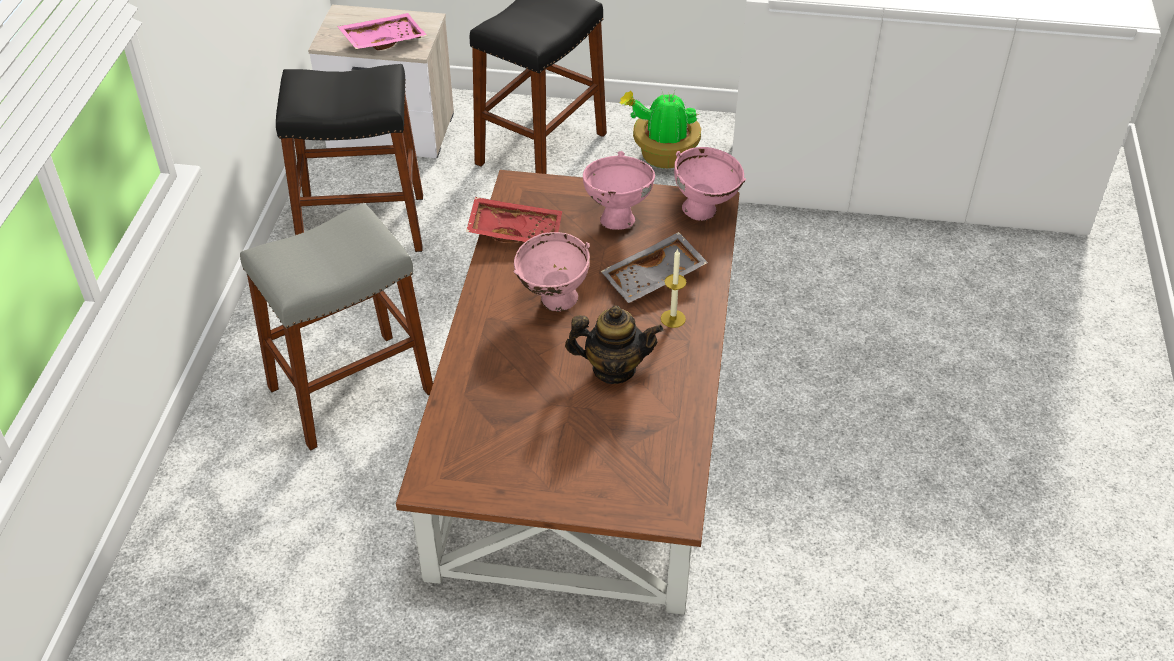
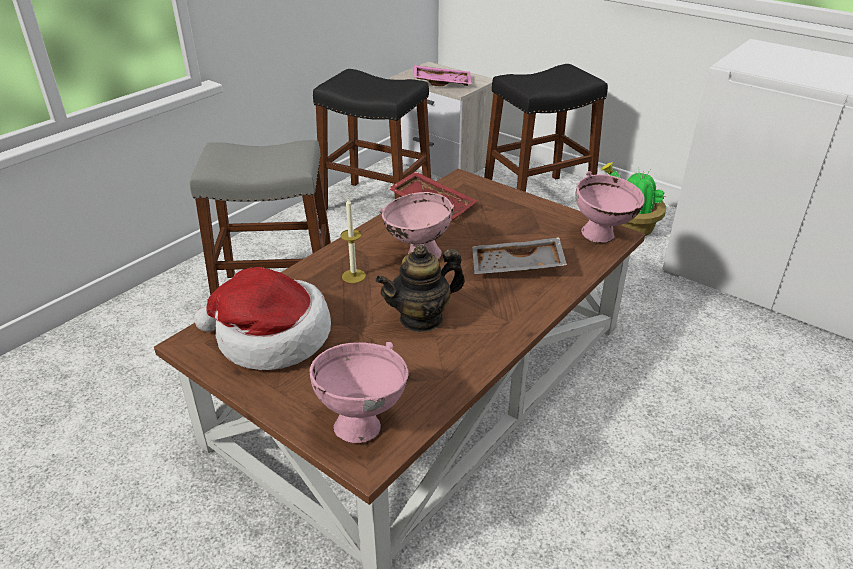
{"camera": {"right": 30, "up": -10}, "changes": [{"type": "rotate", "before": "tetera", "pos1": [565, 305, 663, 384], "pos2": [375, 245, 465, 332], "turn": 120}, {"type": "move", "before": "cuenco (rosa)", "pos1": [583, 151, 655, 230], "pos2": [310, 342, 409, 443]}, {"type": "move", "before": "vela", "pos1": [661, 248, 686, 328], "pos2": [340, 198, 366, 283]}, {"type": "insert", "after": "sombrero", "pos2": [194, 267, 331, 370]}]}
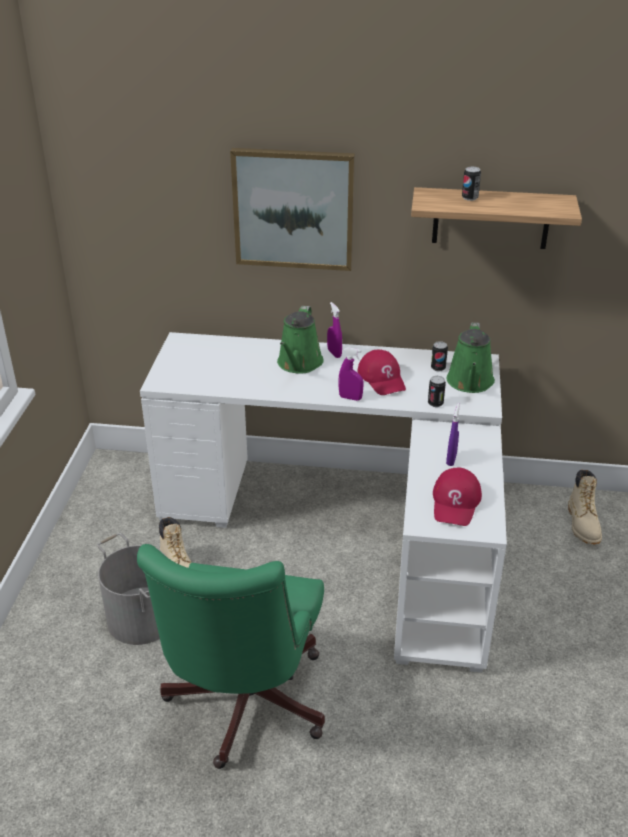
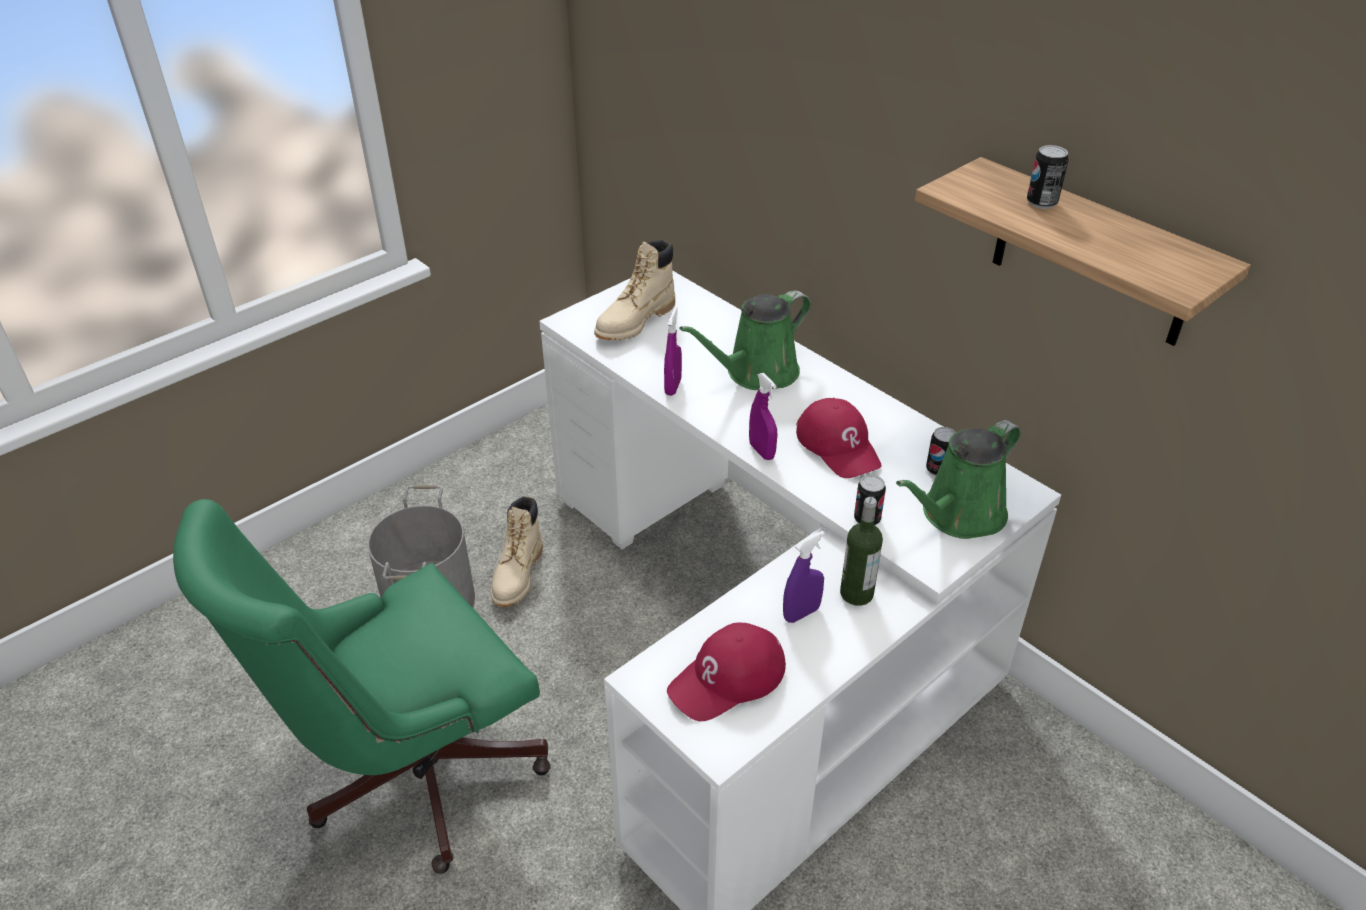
{"camera": {"right": 40, "up": 5}, "changes": [{"type": "delete", "before": "cuadro", "pos1": [230, 148, 355, 271]}, {"type": "move", "before": "pulverizador (morado)", "pos1": [327, 302, 342, 358], "pos2": [664, 307, 682, 396]}, {"type": "rotate", "before": "gorra (rojo)", "pos1": [357, 350, 406, 395], "pos2": [796, 398, 882, 478], "turn": -45}, {"type": "move", "before": "bota (beis)", "pos1": [568, 470, 602, 545], "pos2": [594, 240, 675, 341]}, {"type": "insert", "after": "botella", "pos2": [840, 497, 883, 606]}]}
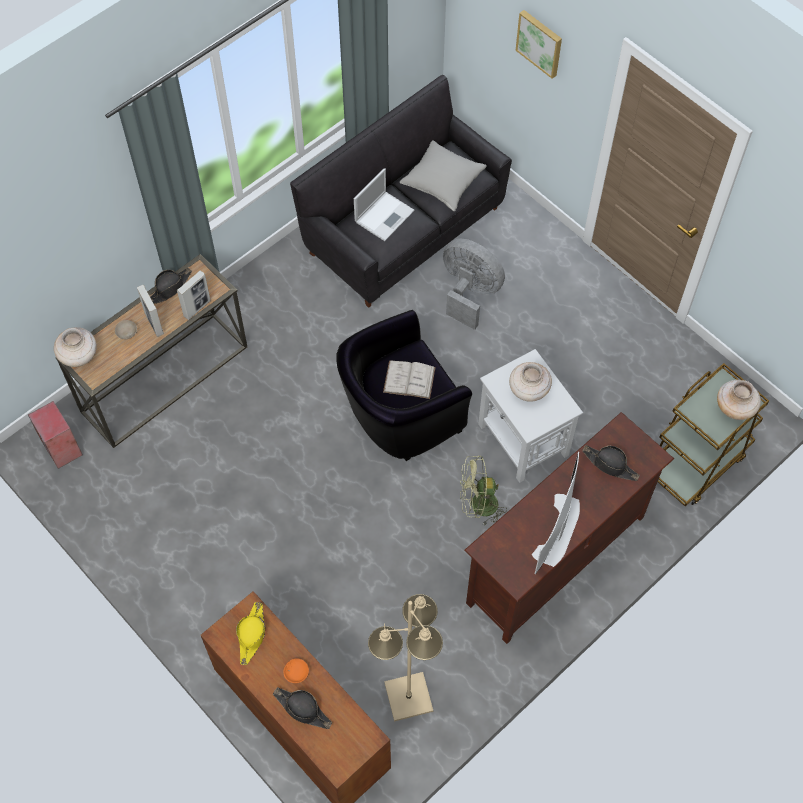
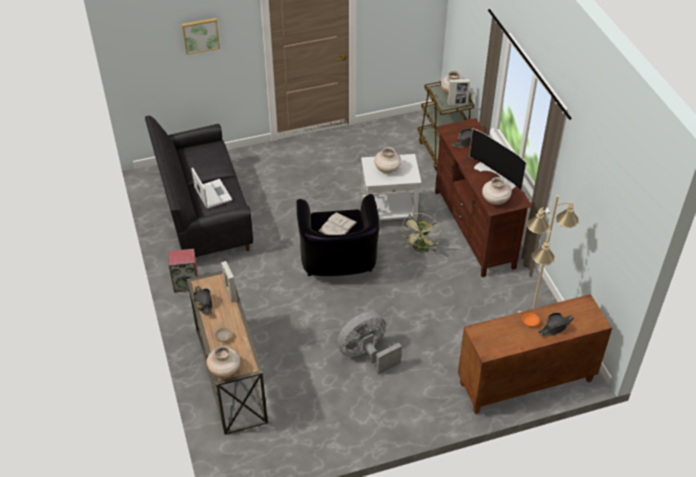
{"camera": {"right": -65, "up": -15}, "changes": [{"type": "move", "before": "altavoz", "pos1": [28, 401, 83, 469], "pos2": [168, 249, 199, 293]}, {"type": "move", "before": "portarretratos", "pos1": [137, 285, 164, 337], "pos2": [447, 79, 470, 106]}, {"type": "delete", "before": "sombrero (amarillo)", "pos1": [236, 602, 265, 665]}, {"type": "delete", "before": "cojín (gris)", "pos1": [399, 140, 487, 211]}, {"type": "move", "before": "ventilador (gris)", "pos1": [443, 239, 505, 330], "pos2": [337, 312, 402, 375]}, {"type": "insert", "after": "florero (beis)", "pos2": [482, 177, 512, 205]}]}
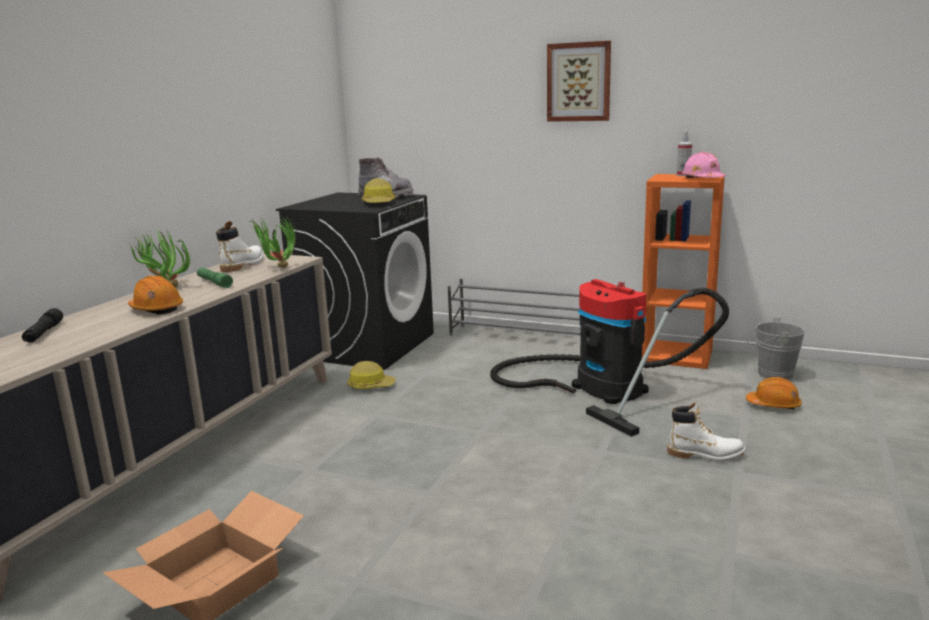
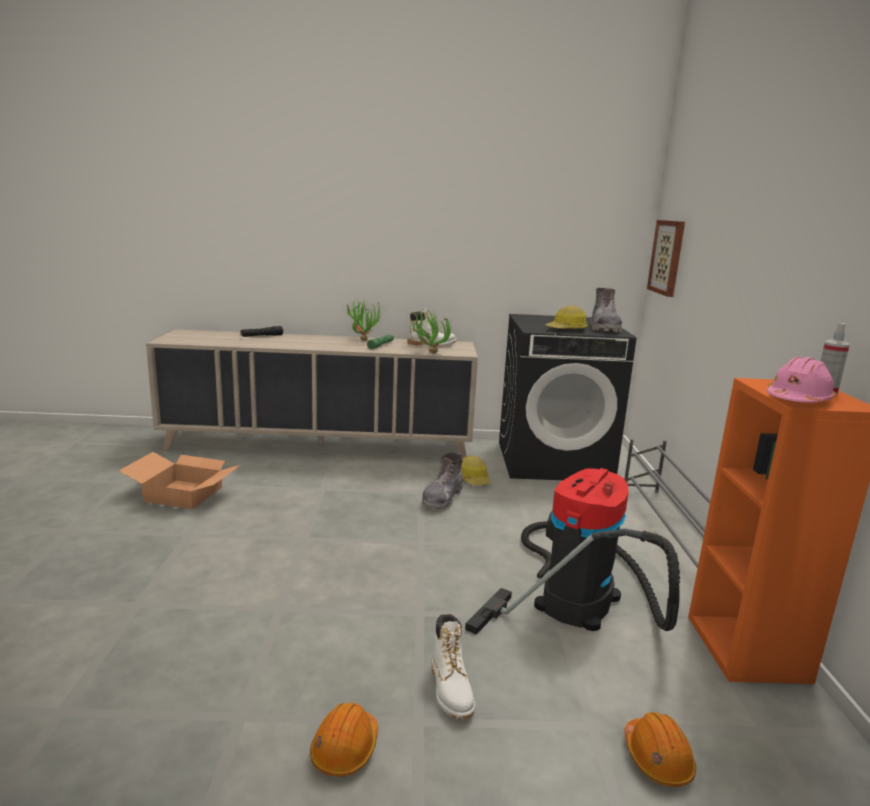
{"camera": {"right": 65, "up": 0}, "changes": [{"type": "move", "before": "casco (naranja)", "pos1": [128, 276, 183, 315], "pos2": [310, 703, 378, 777]}, {"type": "move", "before": "cuadro", "pos1": [547, 41, 611, 122], "pos2": [647, 220, 685, 297]}, {"type": "delete", "before": "cubo (gris)", "pos1": [746, 317, 805, 380]}, {"type": "insert", "after": "bota (gris)", "pos2": [422, 452, 463, 511]}]}
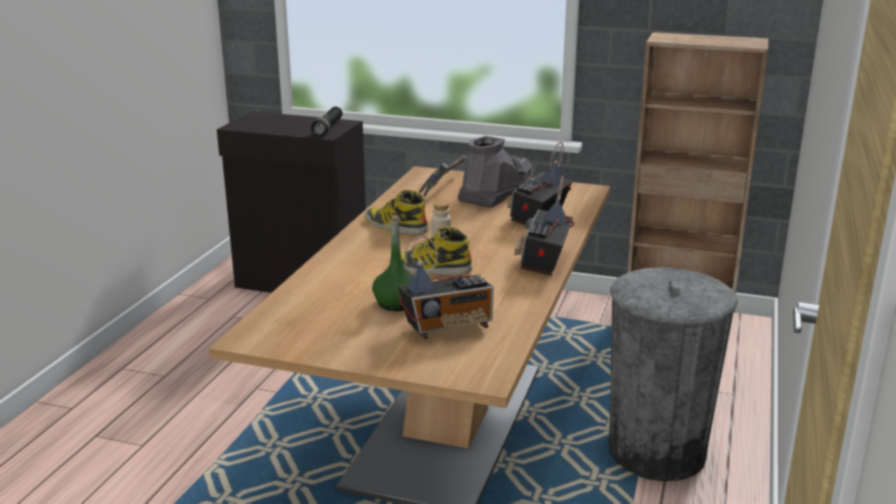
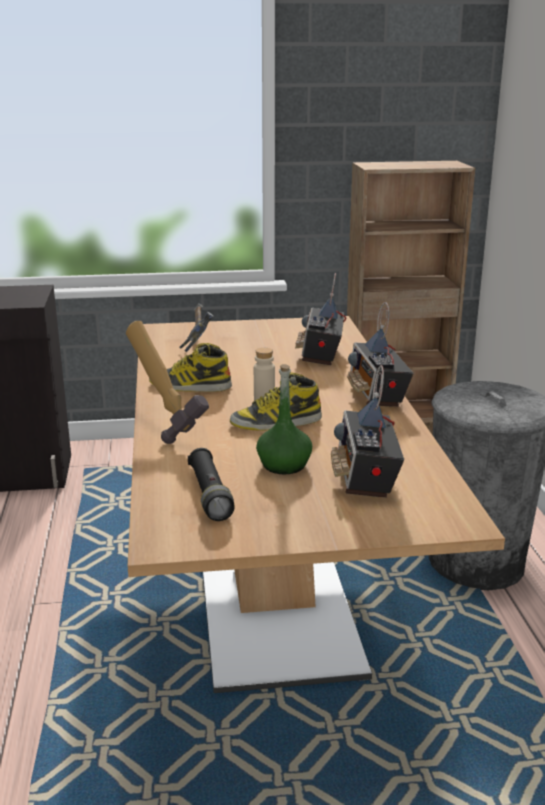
{"camera": {"right": -25, "up": 0}, "changes": [{"type": "move", "before": "linterna (negro)", "pos1": [311, 107, 343, 136], "pos2": [188, 448, 235, 521]}, {"type": "rotate", "before": "radio", "pos1": [398, 236, 494, 339], "pos2": [331, 365, 404, 498], "turn": 135}, {"type": "delete", "before": "bota (gris)", "pos1": [458, 136, 535, 208]}, {"type": "insert", "after": "martillo", "pos2": [126, 321, 209, 444]}]}
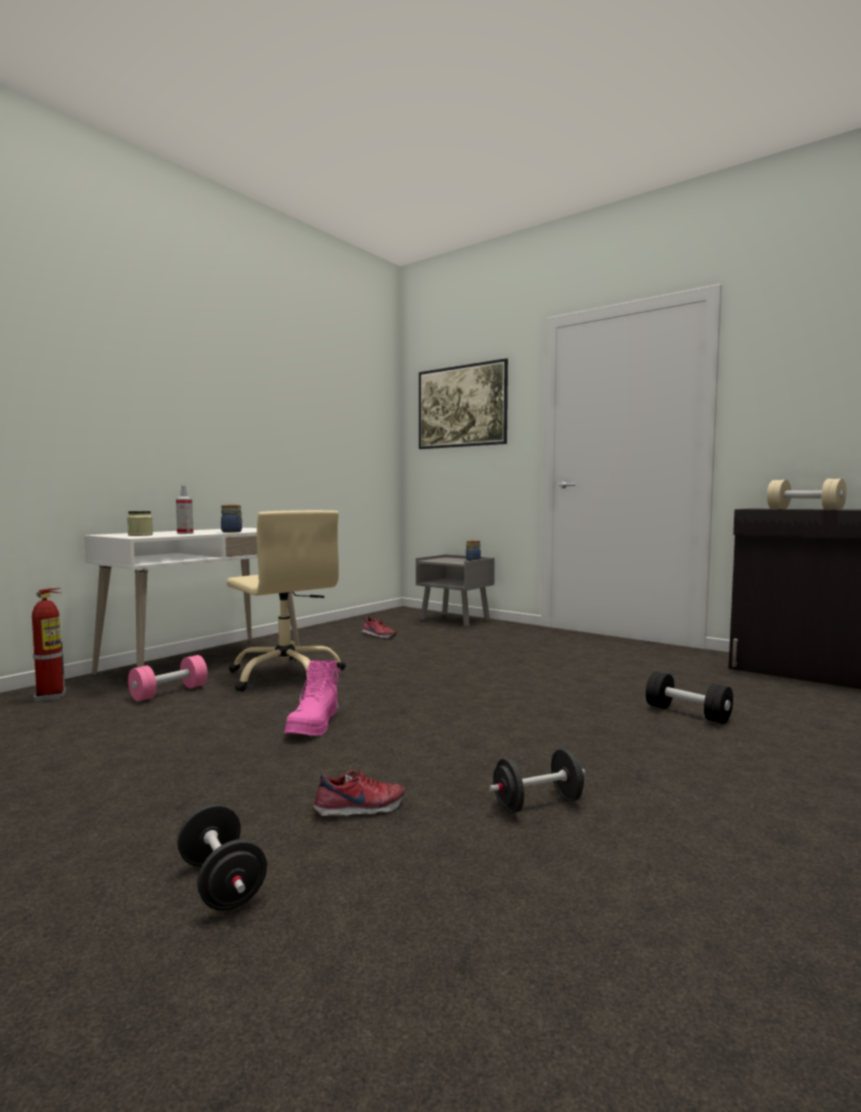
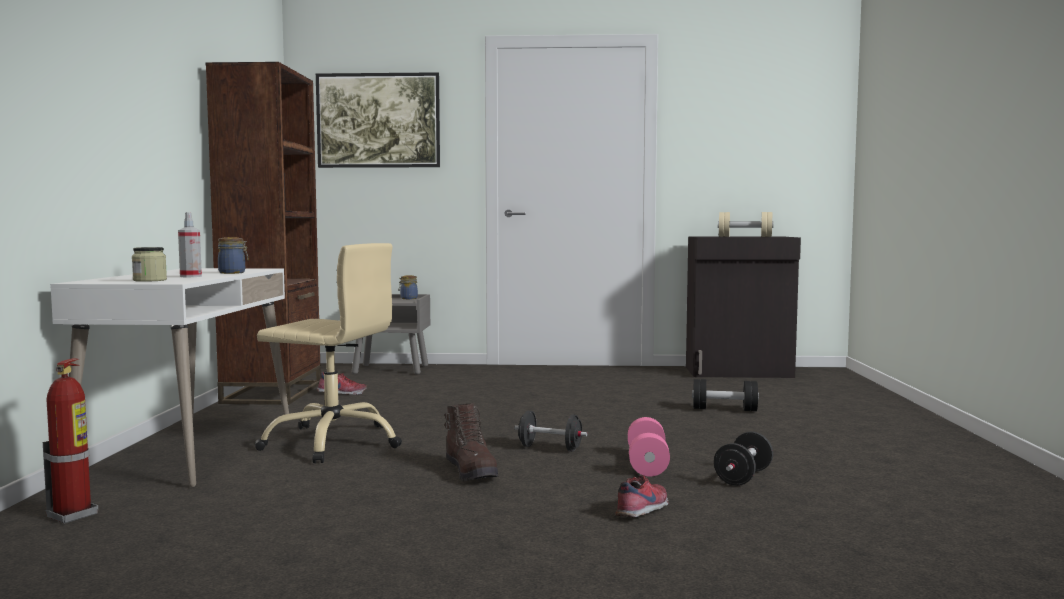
{"camera": {"right": -35, "up": 0}, "changes": [{"type": "move", "before": "mancuerna (rosa)", "pos1": [128, 655, 208, 701], "pos2": [628, 417, 670, 477]}, {"type": "move", "before": "mancuerna (negro)", "pos1": [177, 804, 267, 911], "pos2": [514, 411, 587, 451]}, {"type": "recolor", "before": "bota (rosa)", "after": "bota (marrón)", "pos1": [284, 660, 341, 736], "pos2": [445, 403, 499, 481]}, {"type": "insert", "after": "estantería (marrón)", "pos2": [205, 62, 321, 405]}]}
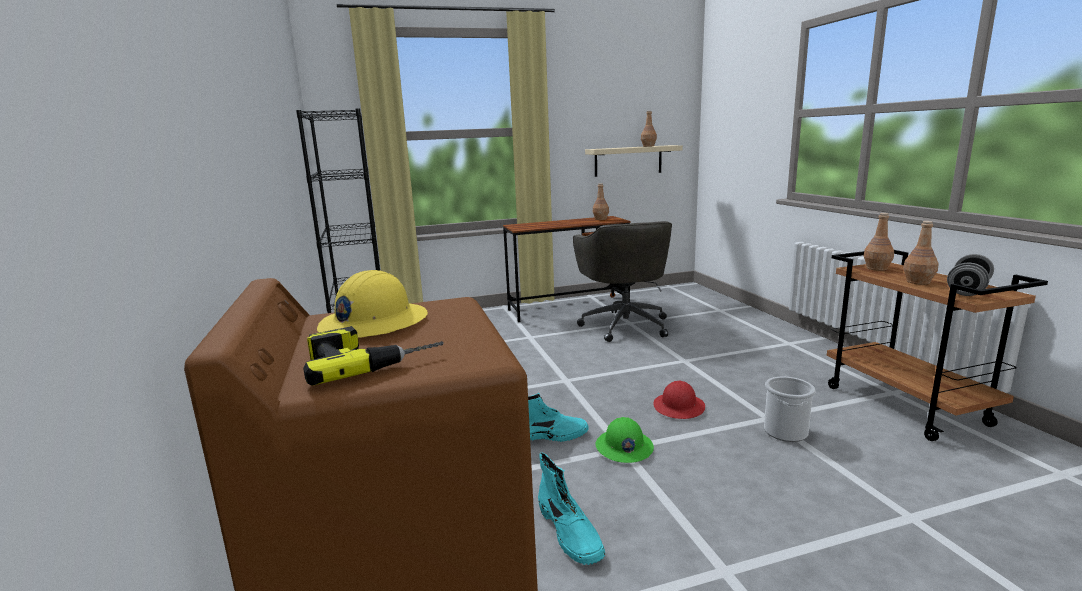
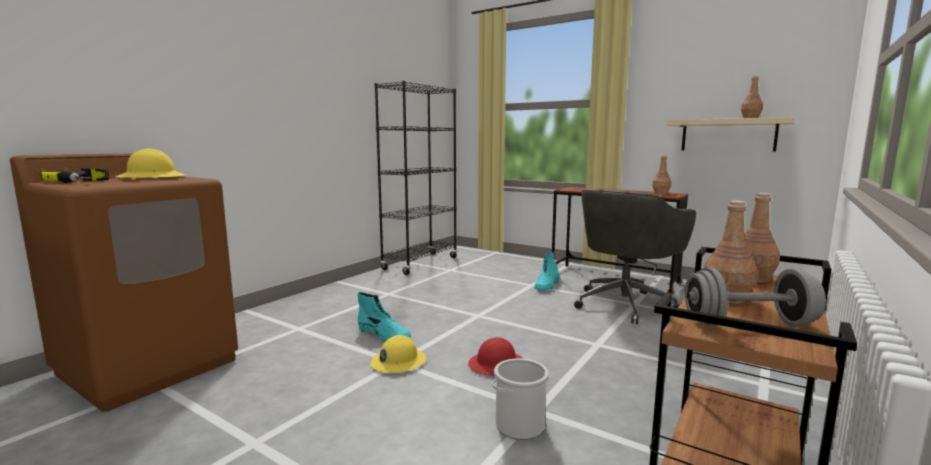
{"camera": {"right": 50, "up": -5}, "changes": [{"type": "move", "before": "bota (turquesa)", "pos1": [538, 453, 605, 565], "pos2": [534, 252, 560, 290]}, {"type": "recolor", "before": "casco (verde)", "after": "casco (amarillo)", "pos1": [595, 417, 654, 463], "pos2": [370, 335, 426, 373]}]}
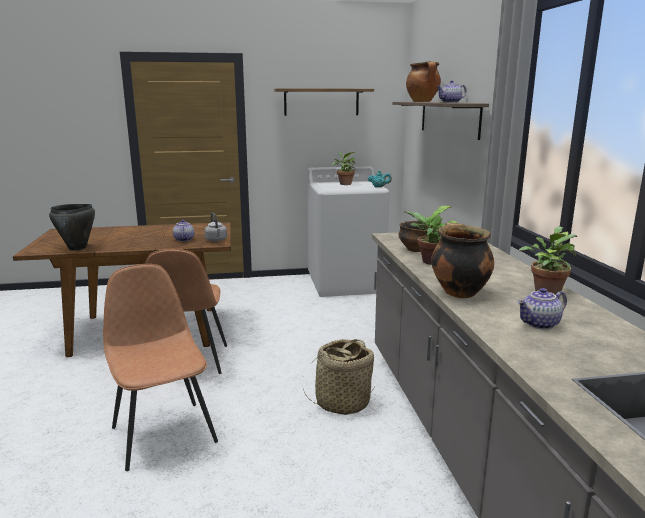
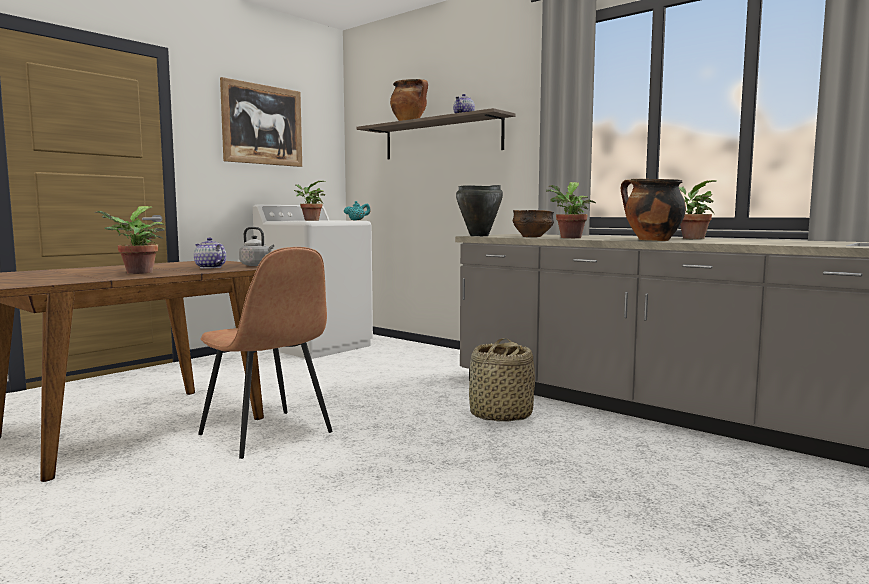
{"camera": {"right": -40, "up": -10}, "changes": [{"type": "move", "before": "olla (negro)", "pos1": [49, 204, 95, 251], "pos2": [456, 185, 503, 236]}, {"type": "delete", "before": "silla (marrón)", "pos1": [103, 264, 218, 471]}, {"type": "replace", "before": "estante", "after": "cuadro", "pos1": [274, 88, 374, 116], "pos2": [220, 77, 302, 167]}, {"type": "delete", "before": "tetera", "pos1": [517, 288, 567, 330]}, {"type": "insert", "after": "planta en maceta", "pos2": [94, 206, 165, 274]}]}
